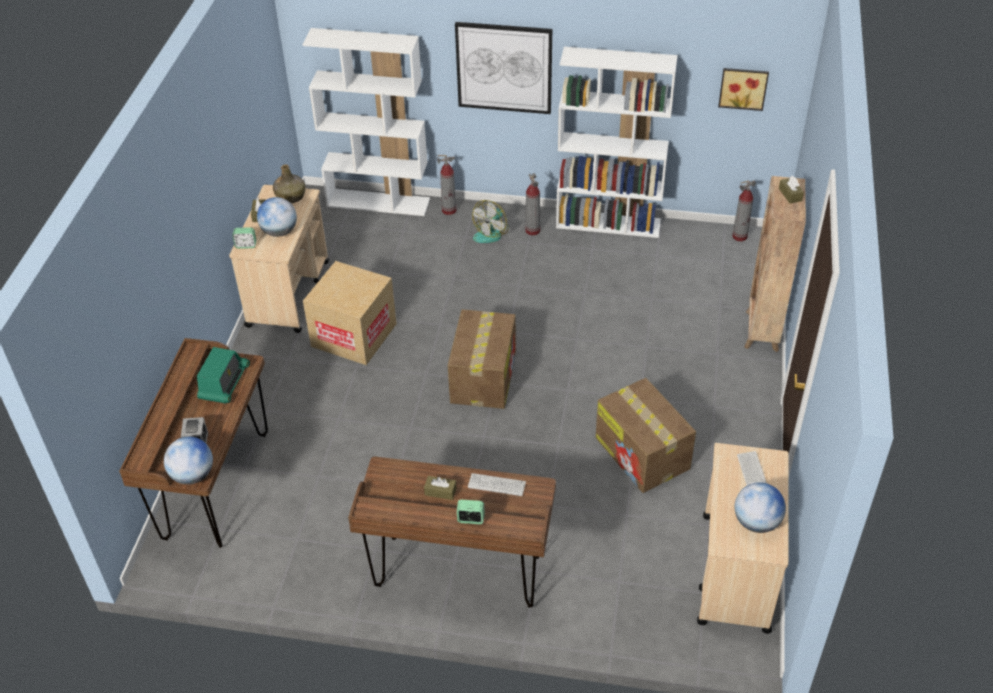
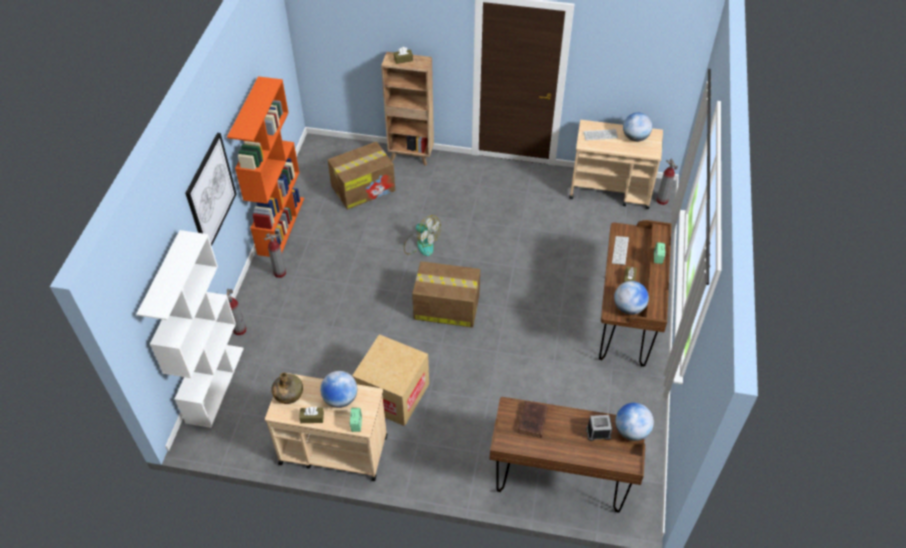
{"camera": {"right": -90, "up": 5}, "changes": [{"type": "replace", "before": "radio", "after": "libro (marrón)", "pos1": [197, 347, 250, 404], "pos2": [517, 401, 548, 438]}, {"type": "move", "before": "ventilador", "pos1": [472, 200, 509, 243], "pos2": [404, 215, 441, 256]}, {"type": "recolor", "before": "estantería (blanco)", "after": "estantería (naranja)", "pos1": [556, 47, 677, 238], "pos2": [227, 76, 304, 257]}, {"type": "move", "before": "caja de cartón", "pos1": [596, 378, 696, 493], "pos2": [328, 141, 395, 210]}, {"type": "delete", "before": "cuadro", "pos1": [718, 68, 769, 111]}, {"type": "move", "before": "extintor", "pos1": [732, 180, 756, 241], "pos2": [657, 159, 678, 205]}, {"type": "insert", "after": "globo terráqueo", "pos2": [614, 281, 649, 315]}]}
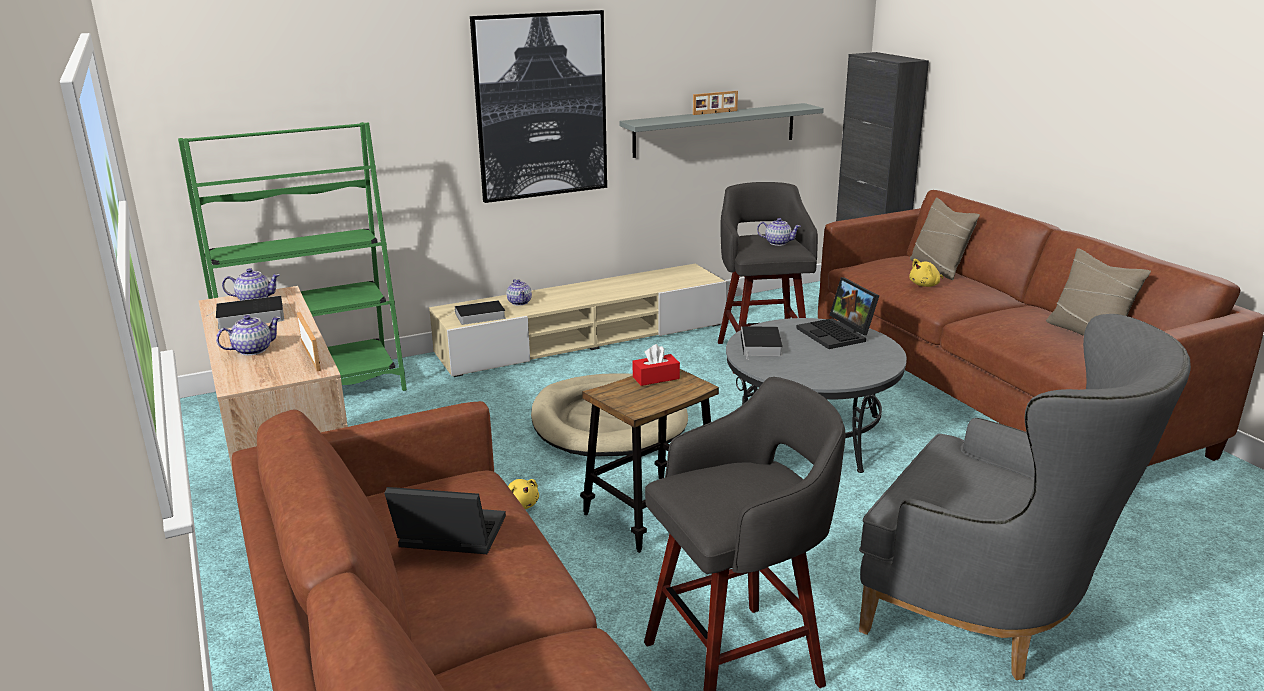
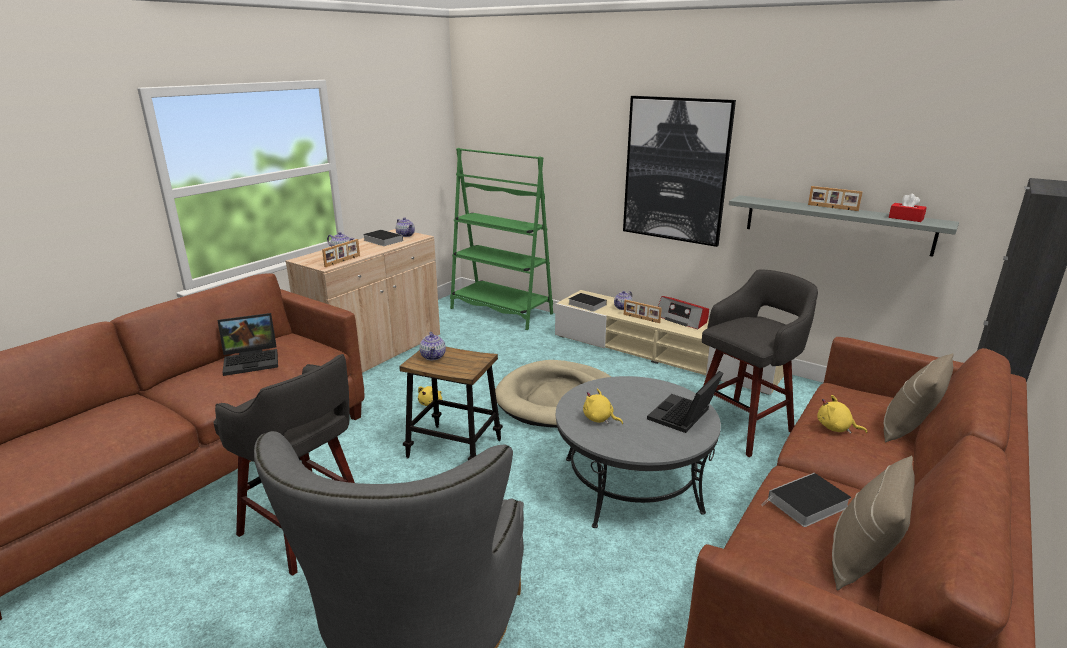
{"camera": {"right": 60, "up": 0}, "changes": [{"type": "rotate", "before": "portátil", "pos1": [384, 487, 506, 554], "pos2": [217, 313, 278, 376], "turn": 90}, {"type": "move", "before": "caja de pañuelos (rojo)", "pos1": [633, 344, 680, 386], "pos2": [889, 194, 927, 222]}, {"type": "move", "before": "libro", "pos1": [741, 326, 783, 360], "pos2": [761, 473, 851, 527]}, {"type": "move", "before": "tetera", "pos1": [757, 218, 801, 246], "pos2": [419, 332, 446, 360]}, {"type": "insert", "after": "peluche (amarillo)", "pos2": [583, 388, 623, 424]}, {"type": "insert", "after": "portarretratos", "pos2": [624, 300, 662, 323]}, {"type": "insert", "after": "radio", "pos2": [658, 296, 709, 330]}]}
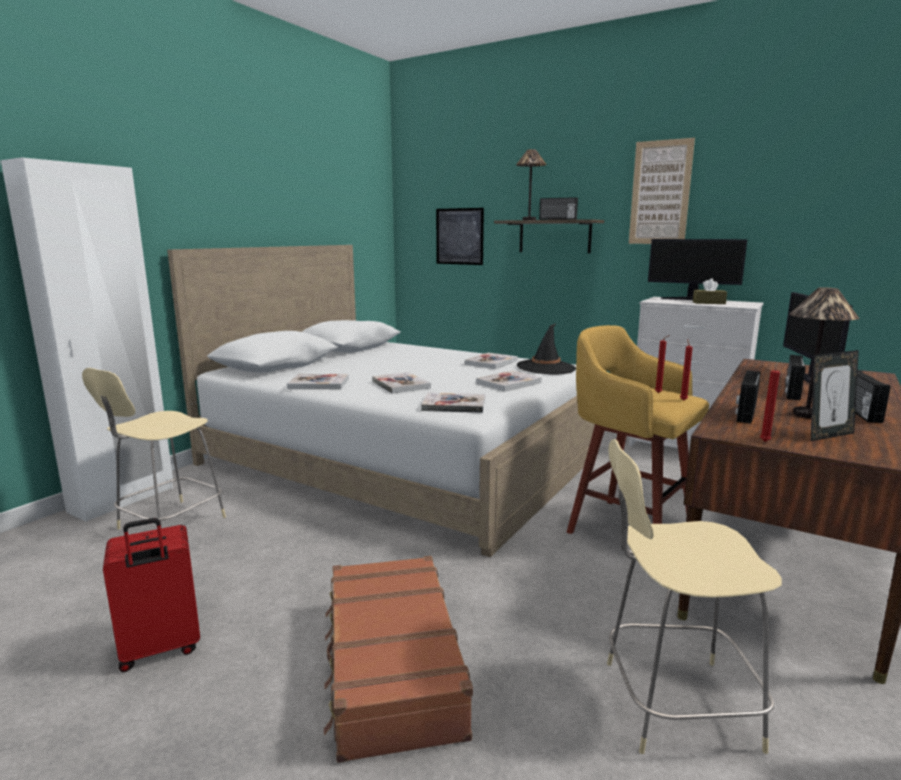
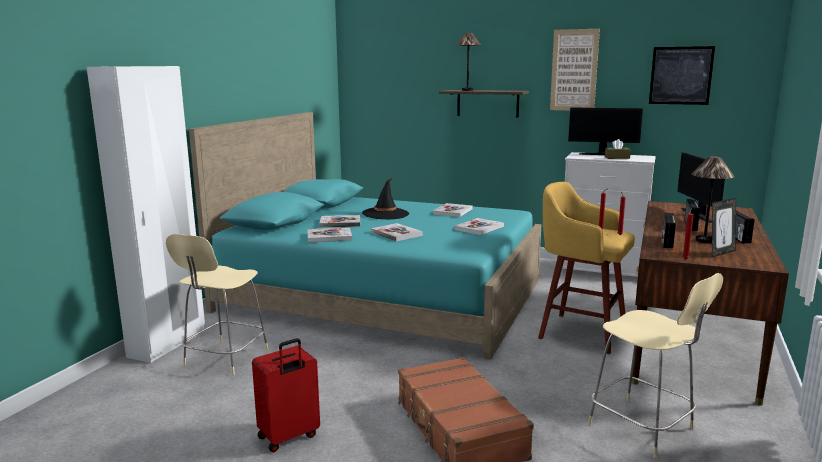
{"camera": {"right": -10, "up": 0}, "changes": [{"type": "recolor", "before": "cama (blanco)", "after": "cama (turquesa)", "pos1": [167, 245, 595, 557], "pos2": [189, 112, 541, 359]}, {"type": "move", "before": "libro", "pos1": [421, 392, 485, 413], "pos2": [319, 215, 360, 228]}, {"type": "move", "before": "cuadro", "pos1": [436, 208, 484, 265], "pos2": [649, 46, 715, 105]}, {"type": "move", "before": "sombrero (negro)", "pos1": [517, 323, 576, 375], "pos2": [362, 178, 409, 219]}, {"type": "delete", "before": "radio", "pos1": [539, 197, 578, 220]}, {"type": "rotate", "before": "silla (beis)", "pos1": [607, 439, 782, 754], "pos2": [588, 273, 723, 458], "turn": -120}]}
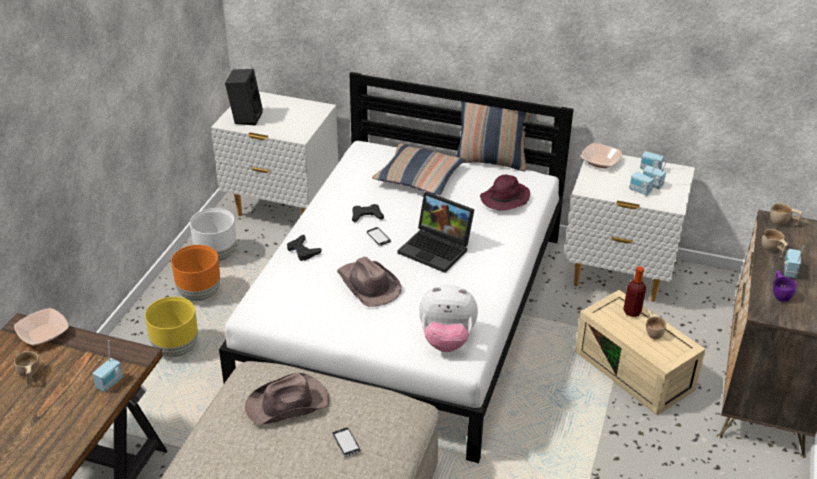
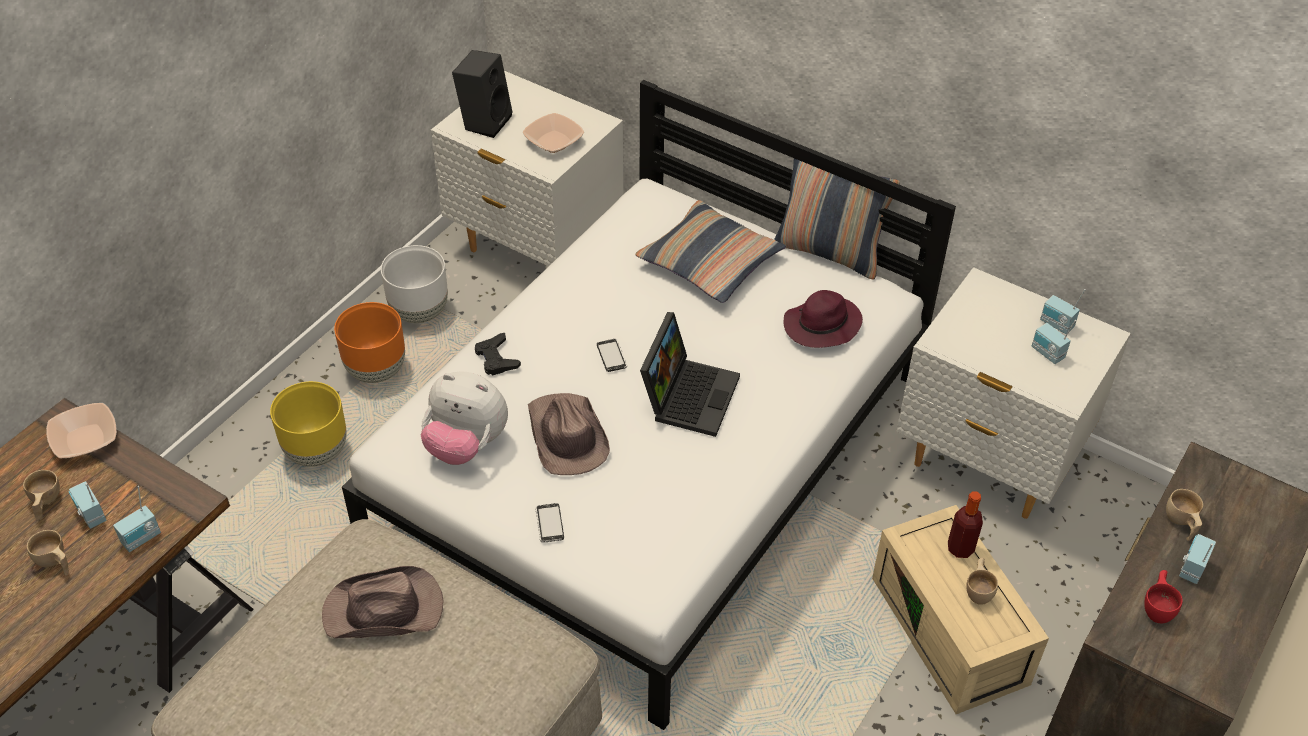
{"camera": {"right": 15, "up": 10}, "changes": [{"type": "move", "before": "móvil", "pos1": [332, 427, 360, 457], "pos2": [535, 503, 564, 542]}, {"type": "delete", "before": "mando de consola (negro)", "pos1": [352, 204, 384, 222]}, {"type": "rotate", "before": "portátil", "pos1": [398, 192, 475, 273], "pos2": [640, 312, 740, 437], "turn": -120}, {"type": "move", "before": "peluche", "pos1": [419, 285, 478, 352], "pos2": [421, 371, 508, 465]}, {"type": "move", "before": "cuenco", "pos1": [581, 143, 622, 168], "pos2": [523, 113, 584, 153]}, {"type": "move", "before": "radio", "pos1": [629, 163, 656, 196], "pos2": [69, 481, 107, 529]}, {"type": "move", "before": "taza (beis)", "pos1": [770, 203, 802, 226], "pos2": [27, 530, 69, 576]}, {"type": "recolor", "before": "taza (morado)", "after": "taza (rojo)", "pos1": [773, 270, 796, 302], "pos2": [1144, 570, 1183, 624]}]}
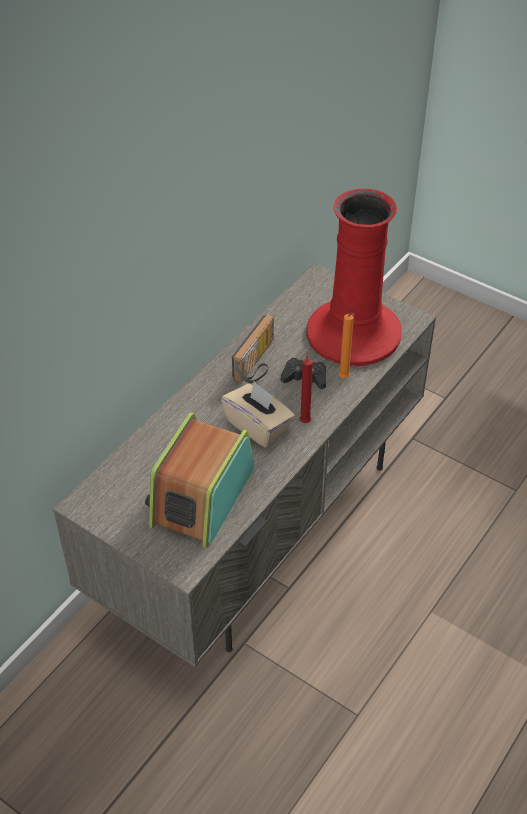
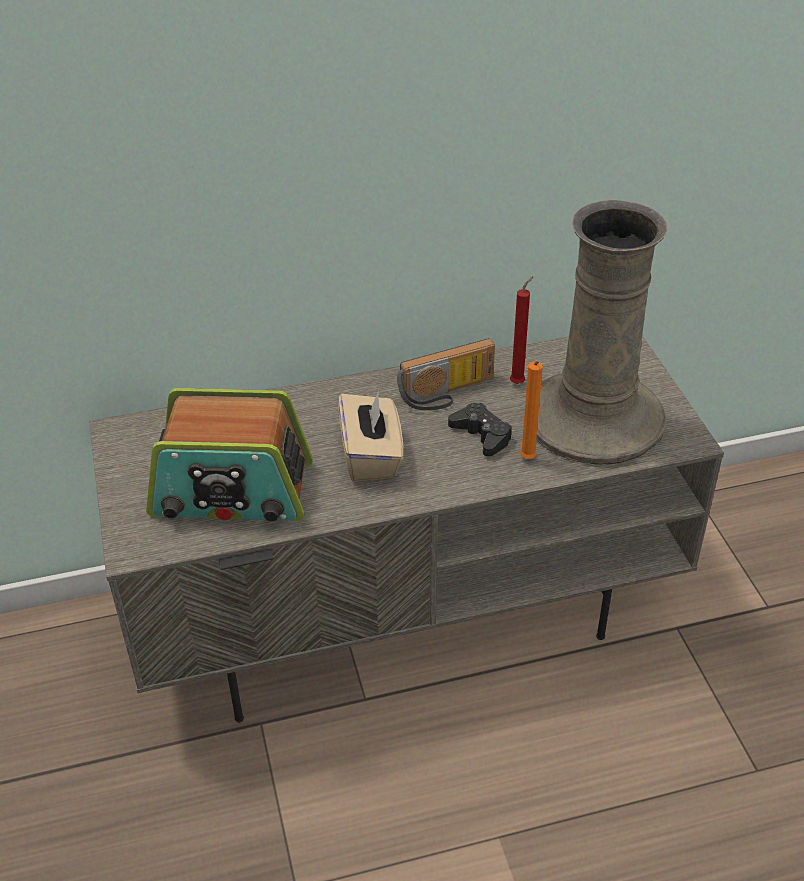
{"camera": {"right": 40, "up": -5}, "changes": [{"type": "rotate", "before": "radio", "pos1": [145, 413, 254, 548], "pos2": [146, 388, 313, 522], "turn": -150}, {"type": "move", "before": "vela (rojo)", "pos1": [300, 347, 313, 423], "pos2": [510, 276, 534, 384]}, {"type": "recolor", "before": "florero (rojo)", "after": "florero (beis)", "pos1": [306, 189, 402, 366], "pos2": [536, 200, 667, 465]}]}
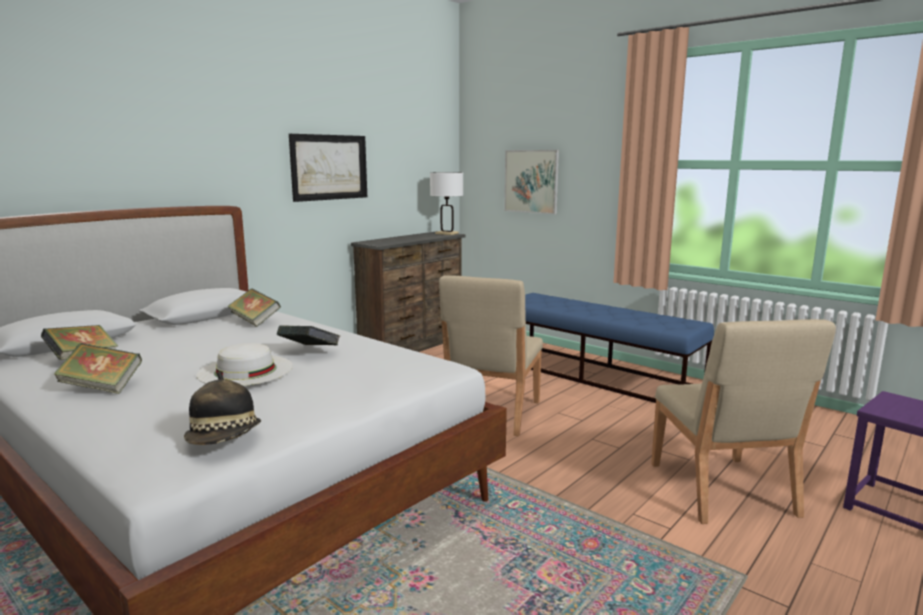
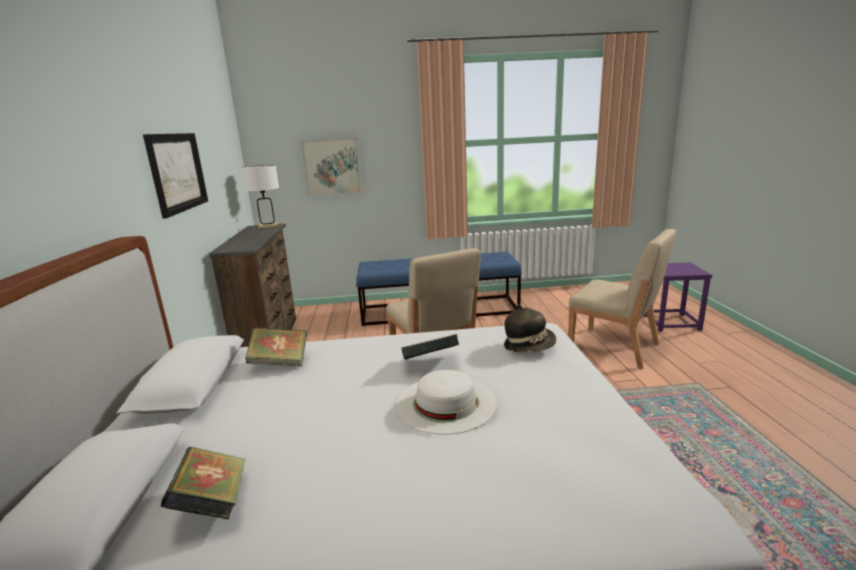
{"camera": {"right": -45, "up": 5}, "changes": [{"type": "delete", "before": "libro", "pos1": [54, 343, 142, 394]}, {"type": "move", "before": "sombrero", "pos1": [184, 372, 261, 445], "pos2": [504, 304, 556, 353]}]}
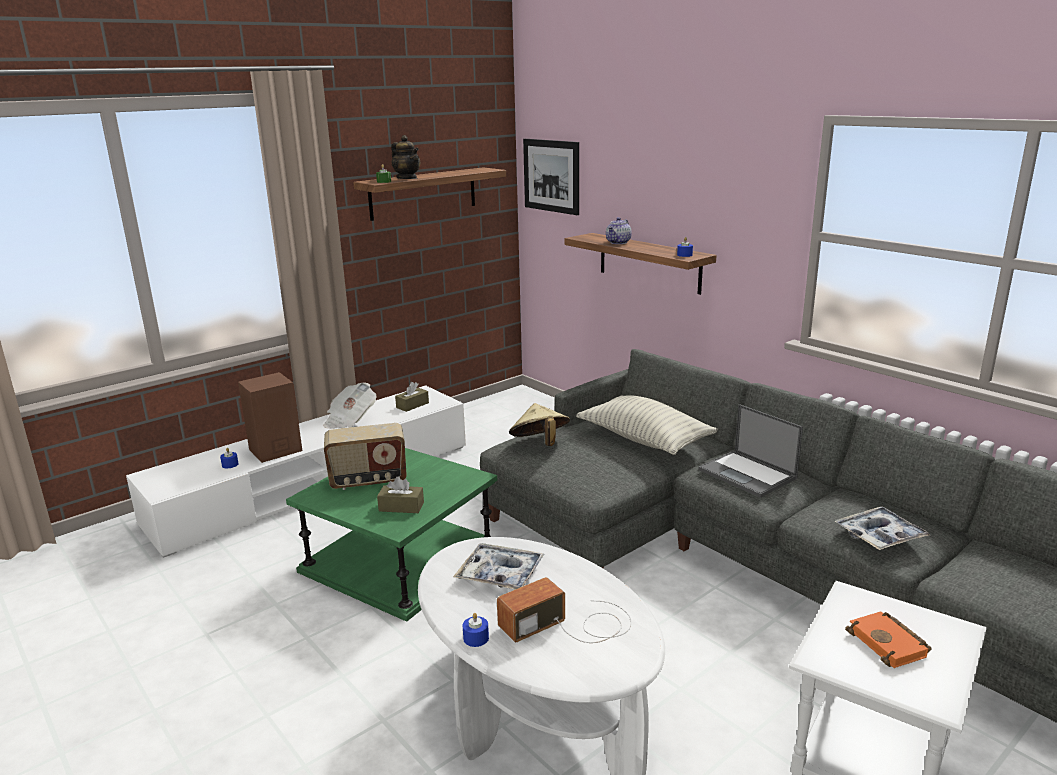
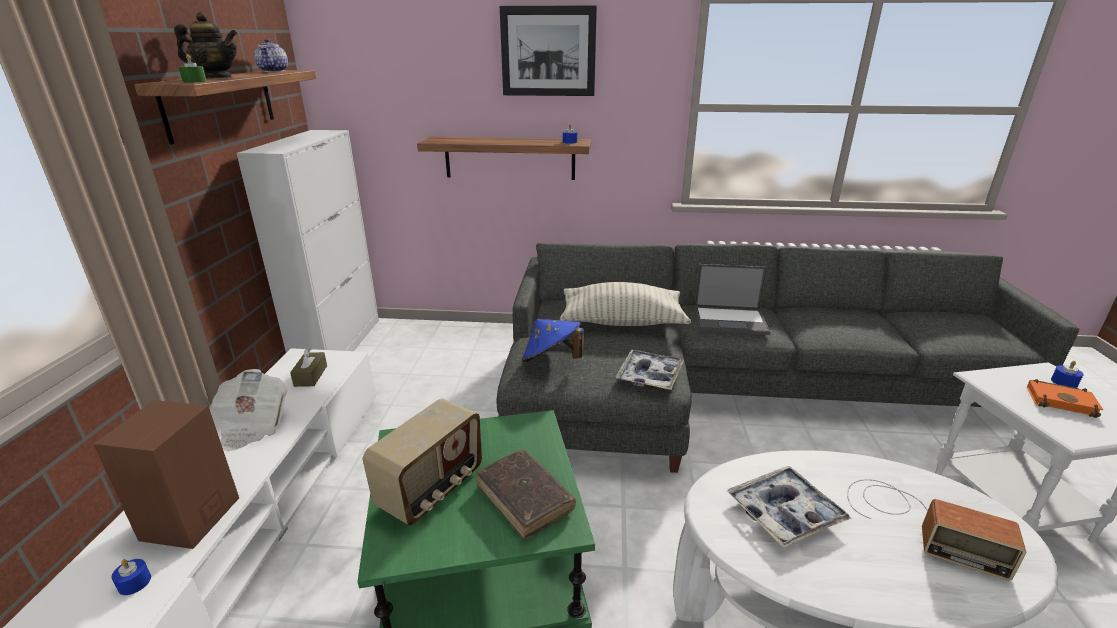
{"camera": {"right": -45, "up": 5}, "changes": [{"type": "replace", "before": "caja de pañuelos (marrón)", "after": "libro (marrón)", "pos1": [377, 477, 424, 513], "pos2": [477, 449, 576, 540]}, {"type": "move", "before": "vela (azul)", "pos1": [463, 613, 489, 647], "pos2": [1051, 361, 1084, 388]}, {"type": "rotate", "before": "radio", "pos1": [497, 577, 631, 643], "pos2": [847, 479, 1026, 581], "turn": -75}, {"type": "recolor", "before": "sombrero (beis)", "after": "sombrero (azul)", "pos1": [509, 403, 570, 446], "pos2": [522, 319, 584, 362]}, {"type": "move", "before": "cuadro", "pos1": [523, 139, 579, 215], "pos2": [500, 5, 597, 96]}, {"type": "move", "before": "tetera", "pos1": [606, 217, 632, 244], "pos2": [254, 39, 288, 72]}, {"type": "move", "before": "bandeja", "pos1": [835, 507, 930, 550], "pos2": [616, 350, 684, 390]}, {"type": "insert", "after": "armario (blanco)", "pos2": [236, 130, 379, 353]}]}
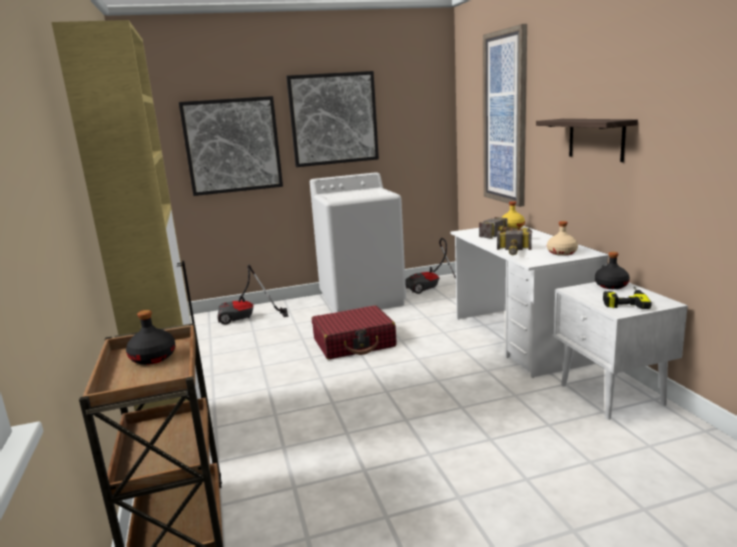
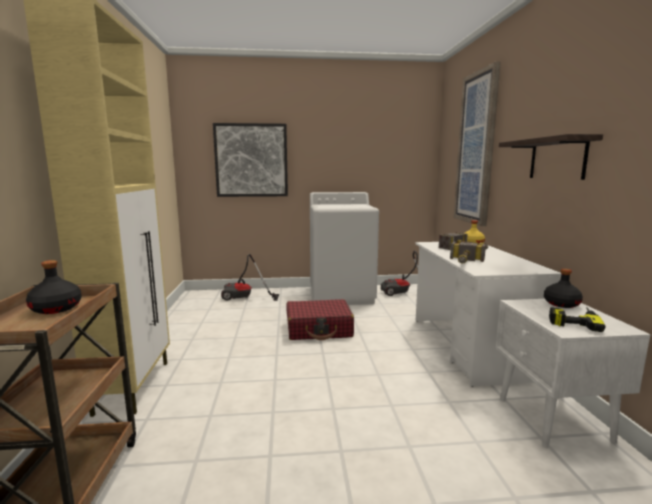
{"camera": {"right": 10, "up": -5}, "changes": [{"type": "delete", "before": "cuadro", "pos1": [286, 71, 379, 167]}, {"type": "delete", "before": "botella (beis)", "pos1": [547, 221, 578, 256]}]}
